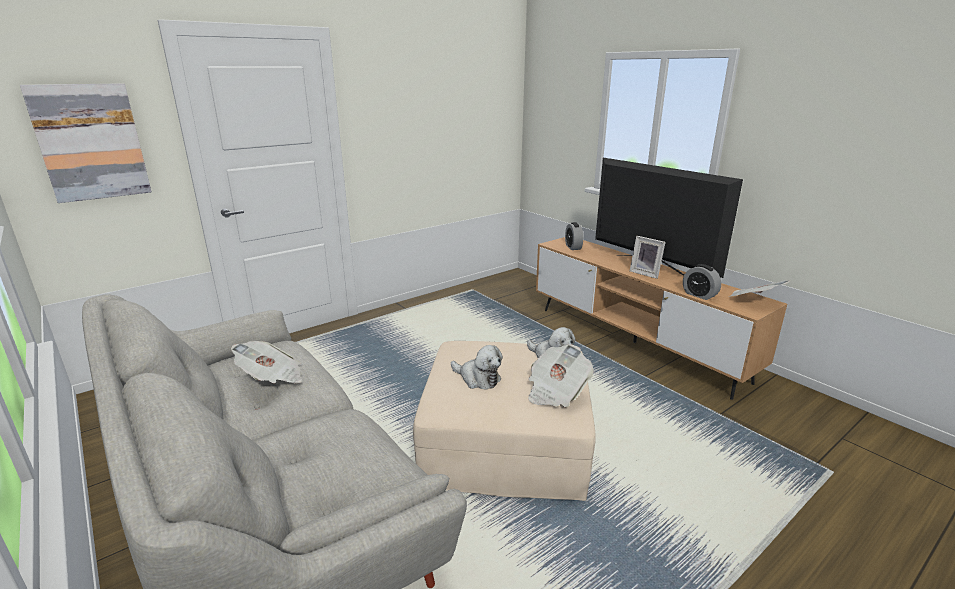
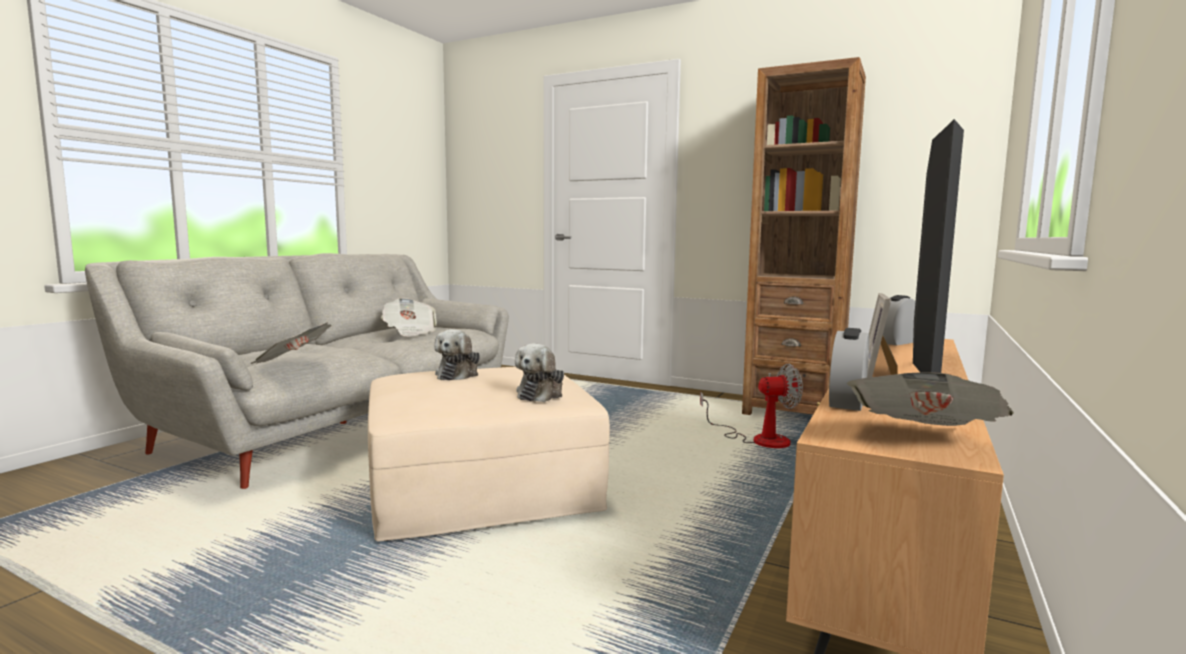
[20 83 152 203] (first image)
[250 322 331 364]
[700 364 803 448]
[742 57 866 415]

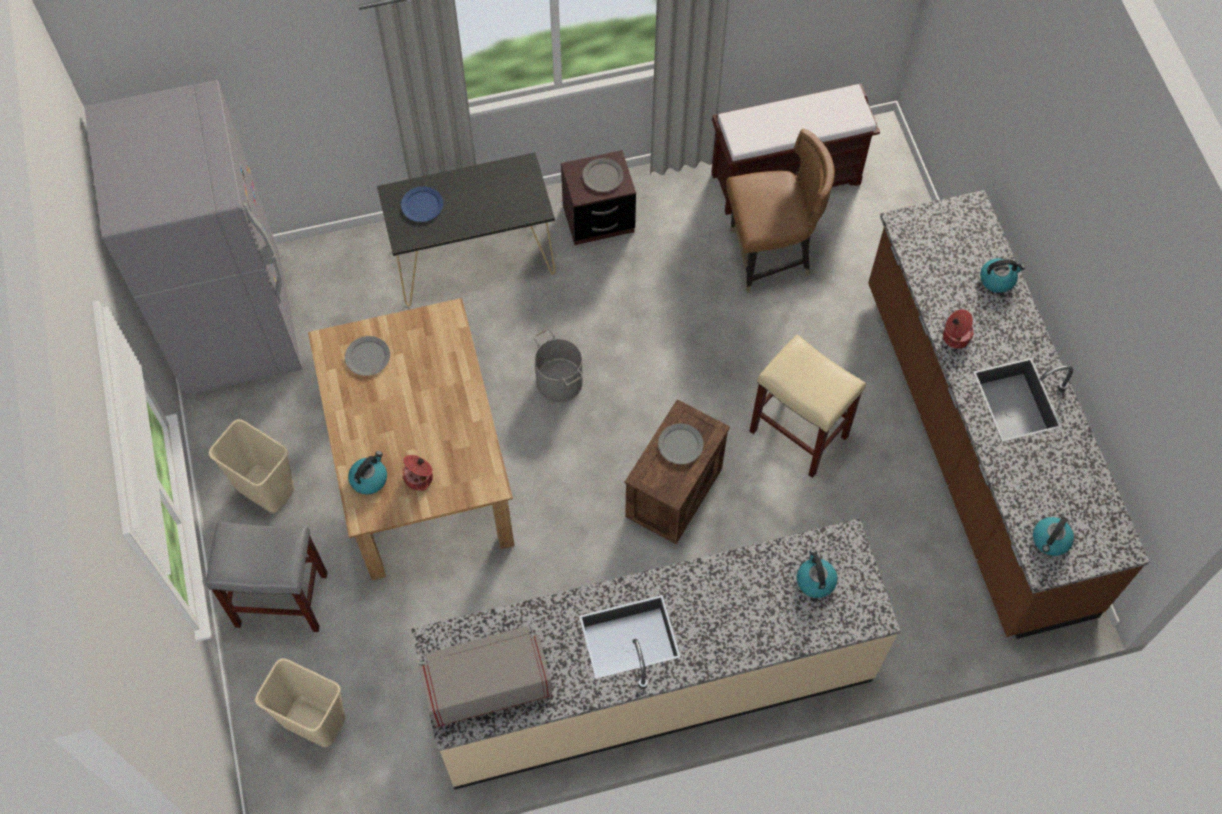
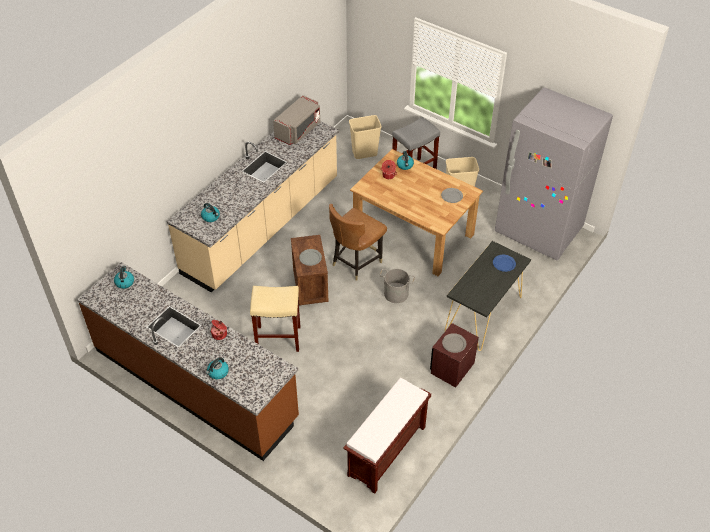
[329 204 387 281]

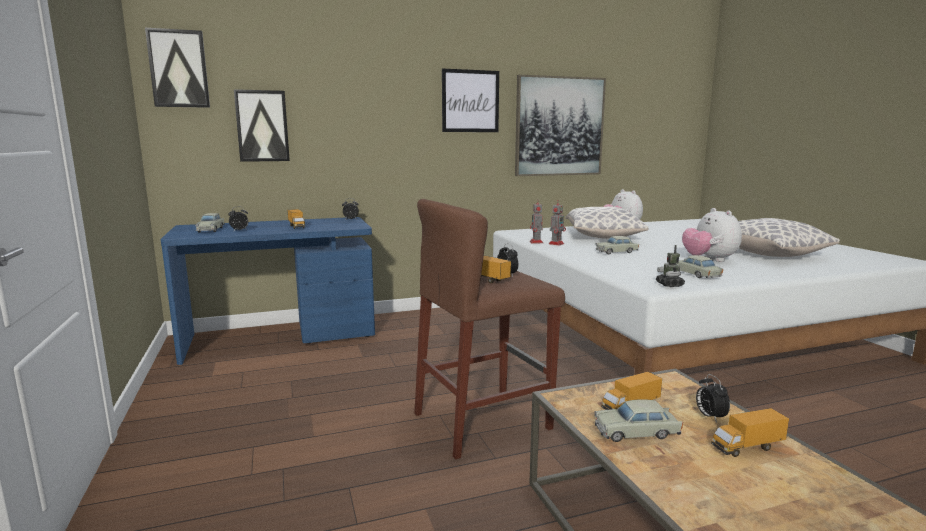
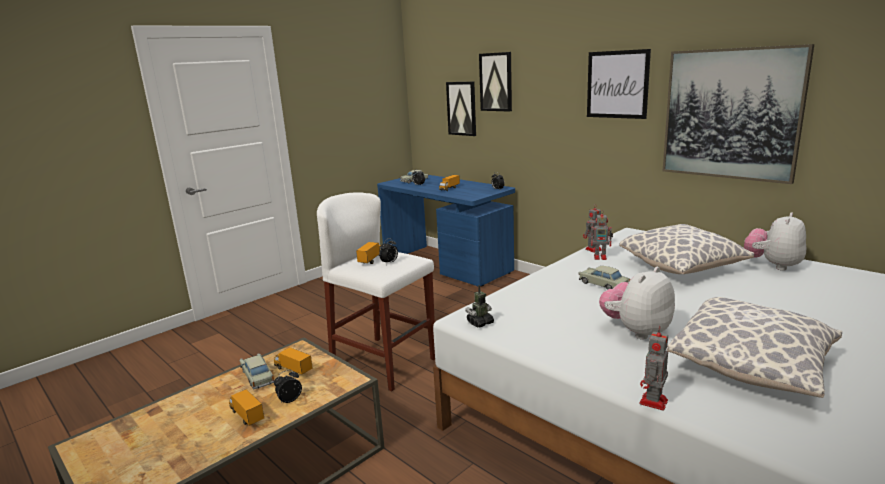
[479 52 512 112]
[317 193 435 391]
[676 255 723 278] (first image)
[639 326 668 411]

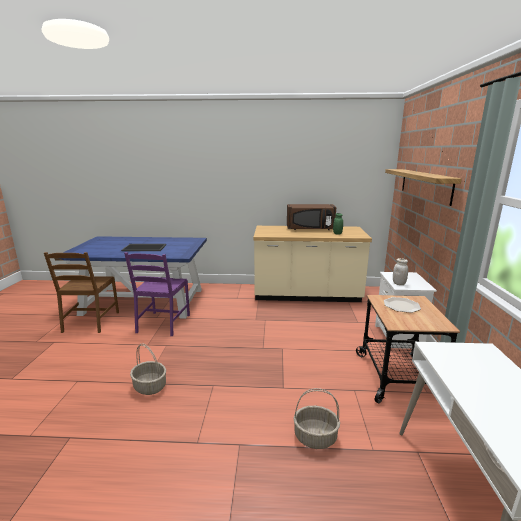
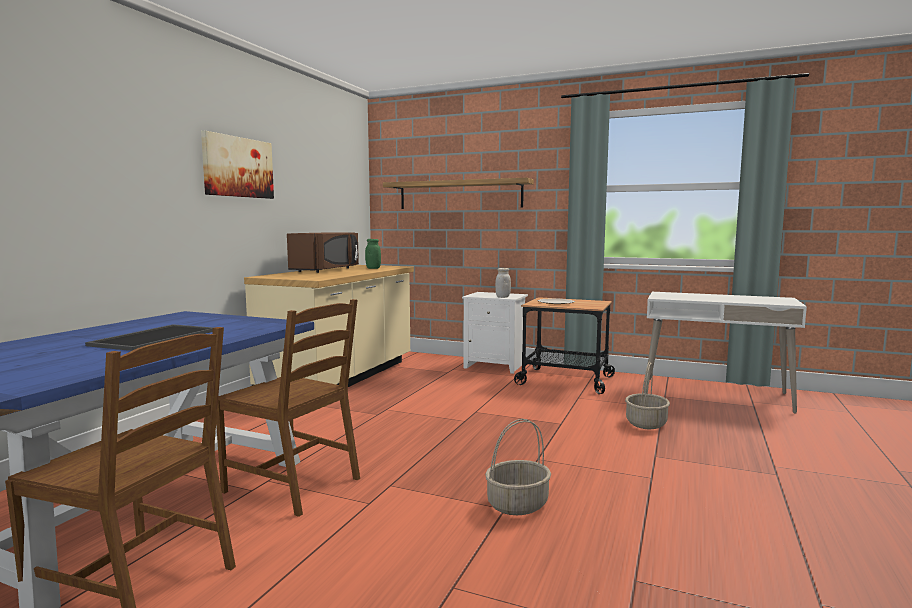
[216 299 360 517]
[201 131 274 199]

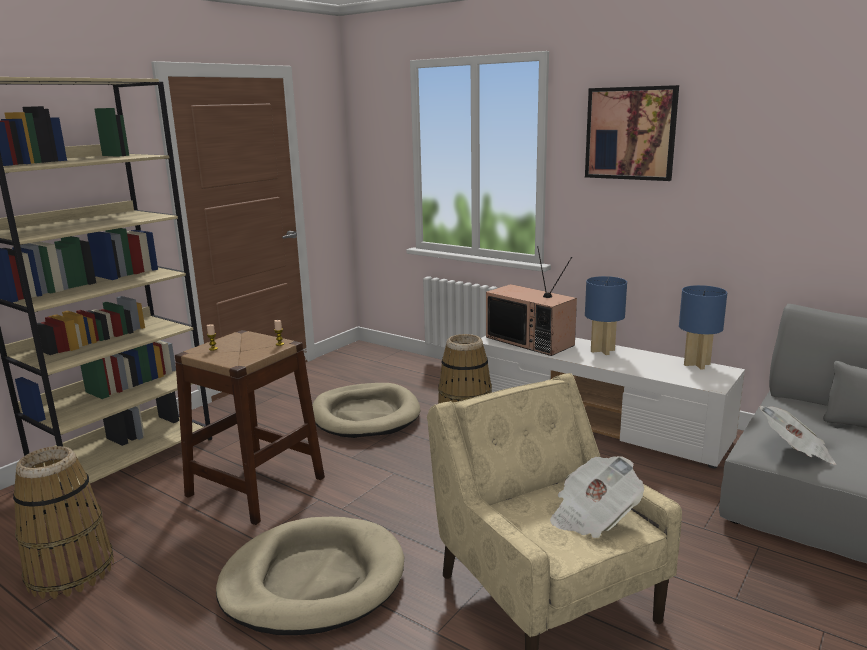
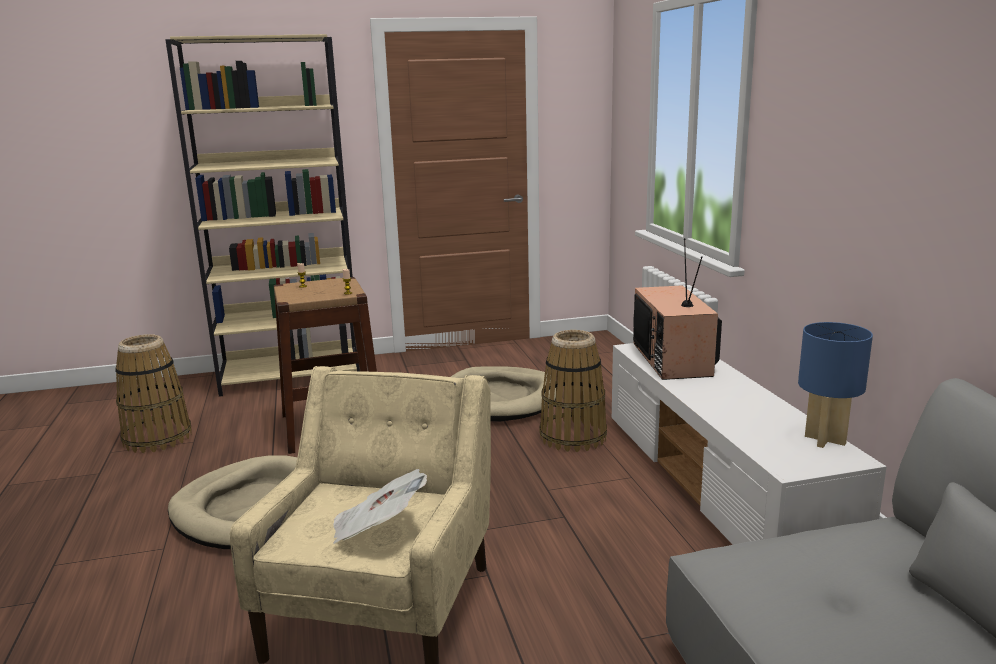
[585 85 679 181] (first image)
[585 276 627 355] (first image)
[760 406 836 465] (first image)

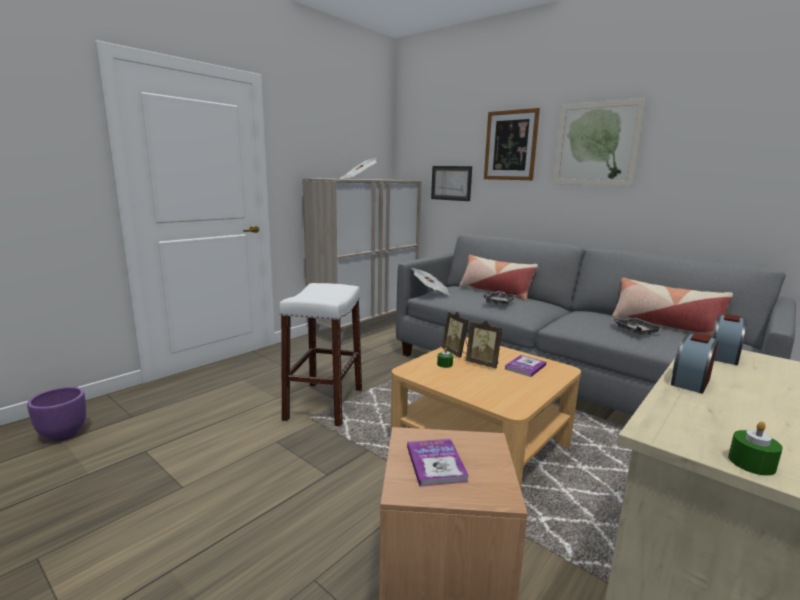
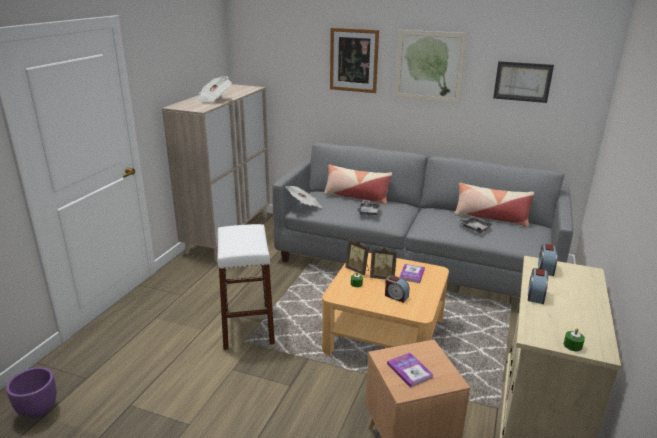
[493 61 554 103]
[385 275 410 303]

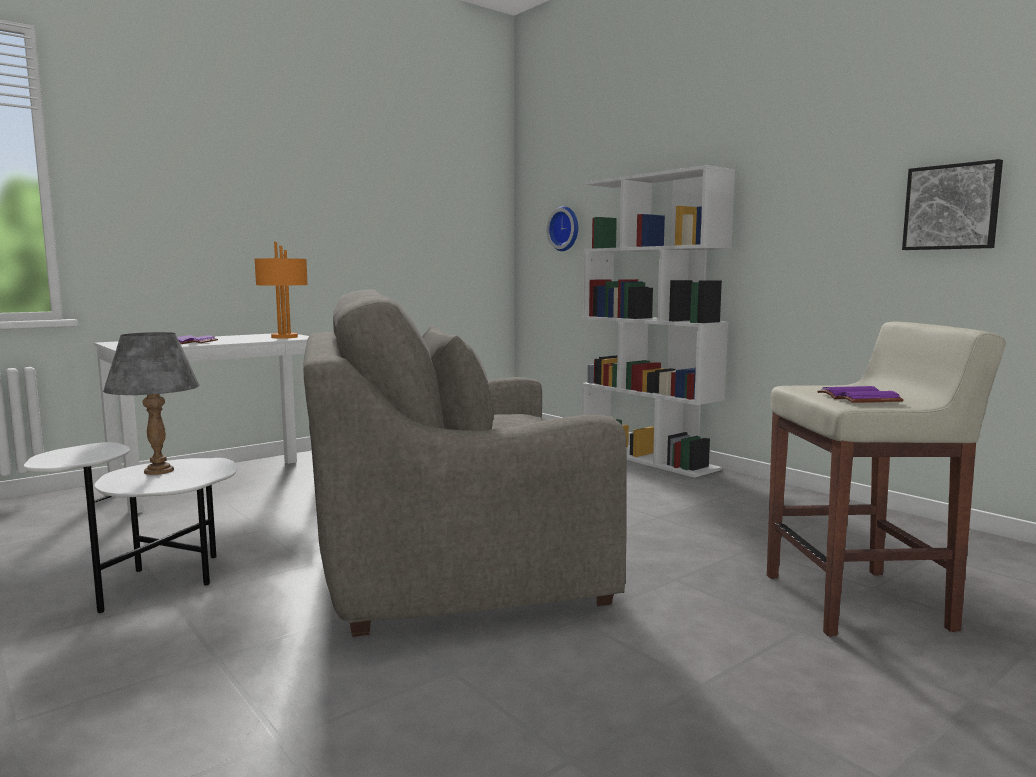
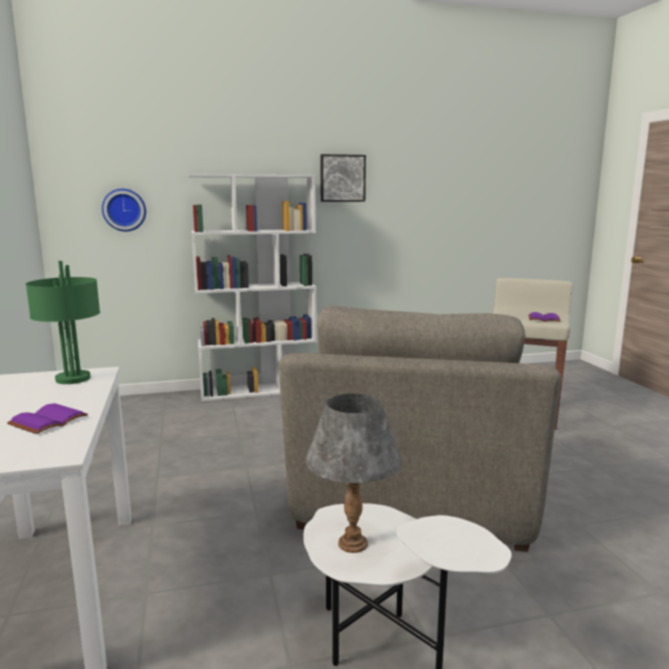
[26 261 100 384]
[320 154 366 202]

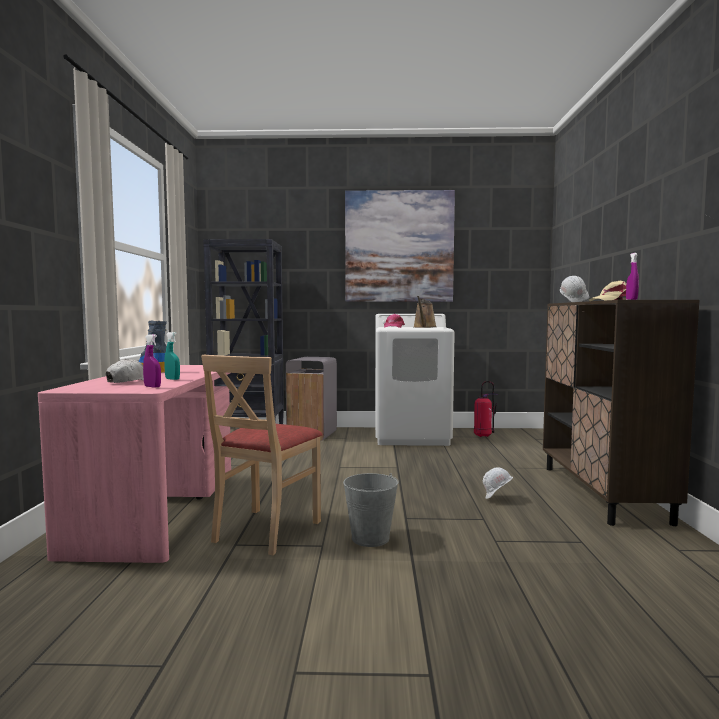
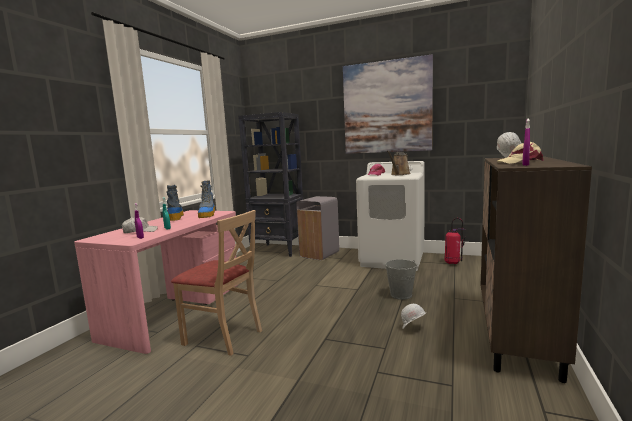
[171 210 262 356]
[385 259 417 300]
[198 180 215 218]

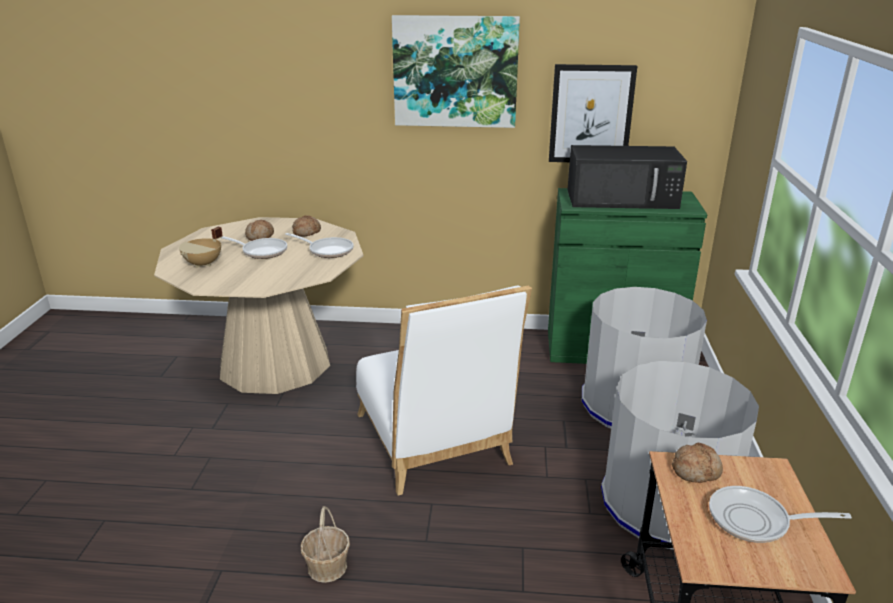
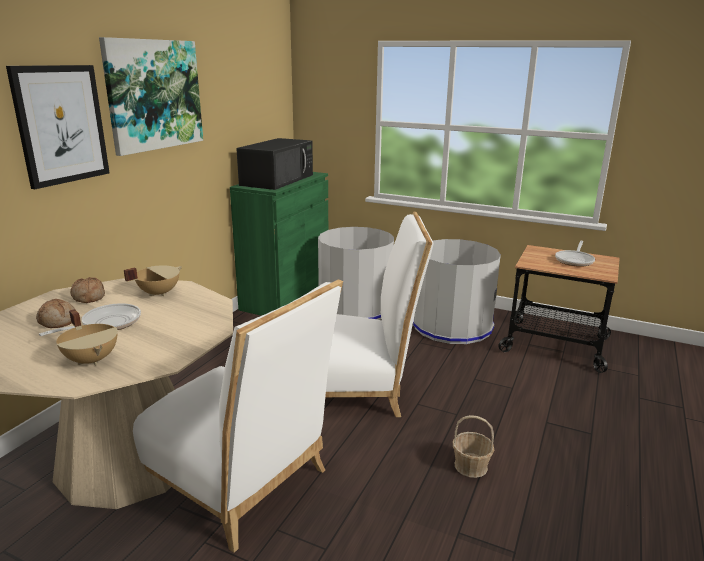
[124 265 182 297]
[6 65 110 189]
[672 443 723 483] (first image)
[133 279 343 553]

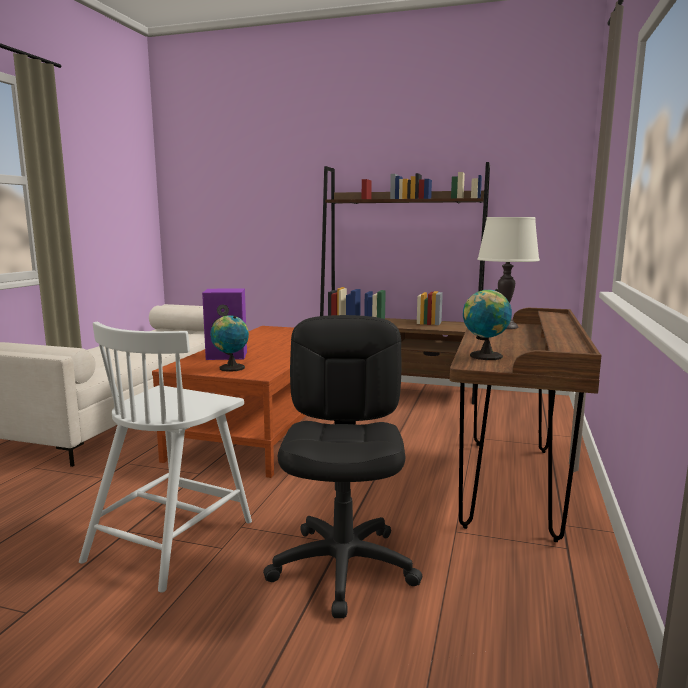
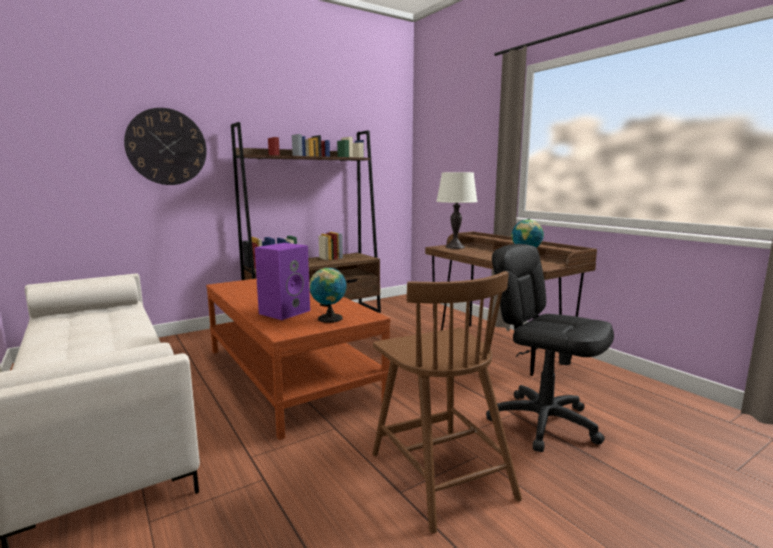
[372 271 522 534]
[124 108 207 185]

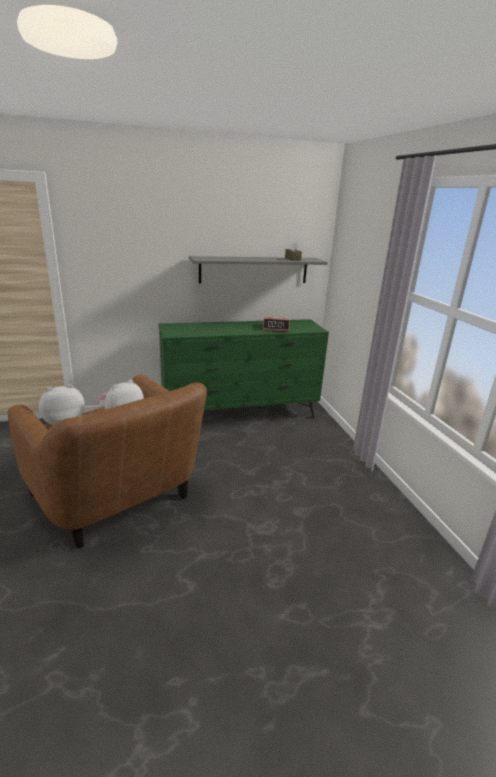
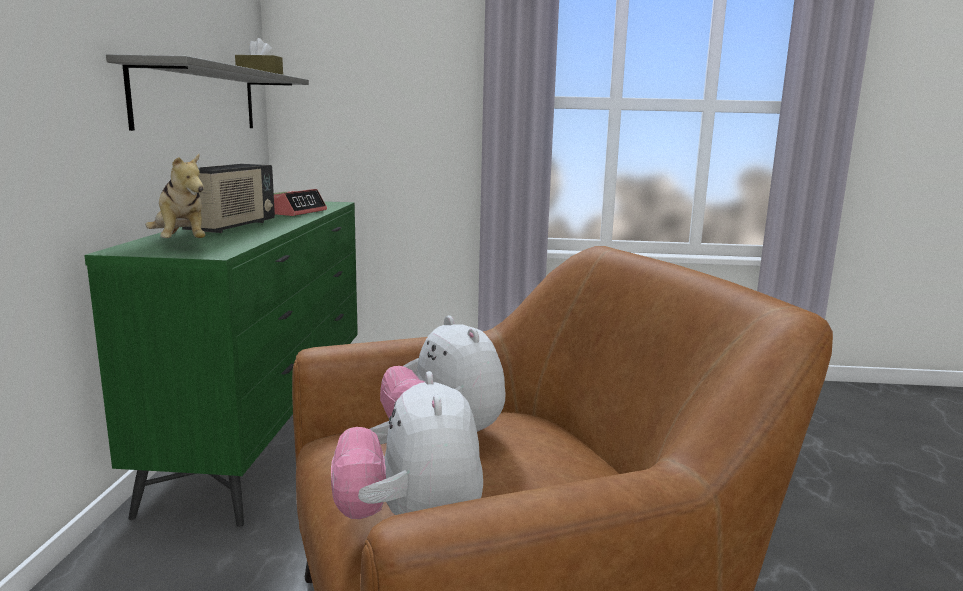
[146 154 206 238]
[182 164 275 233]

